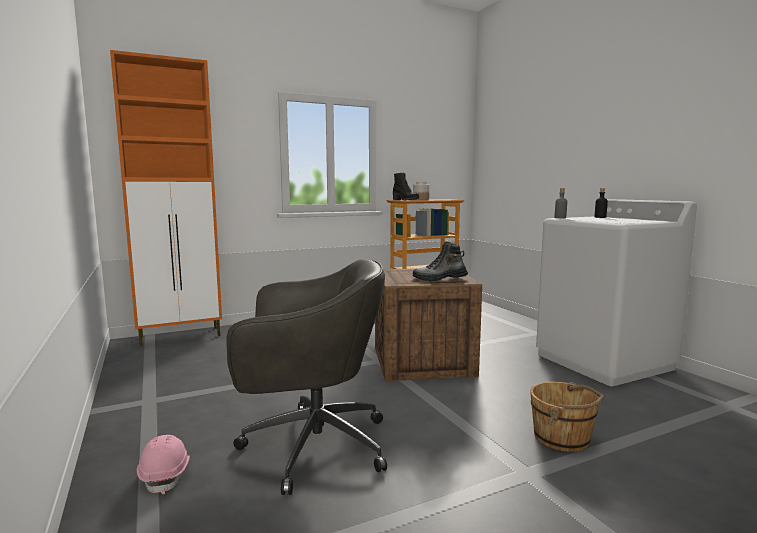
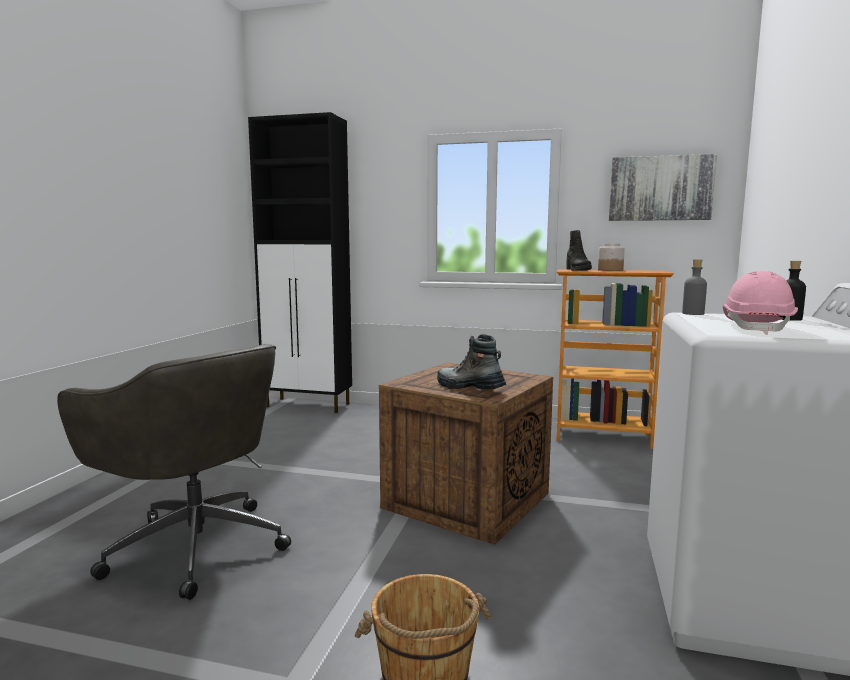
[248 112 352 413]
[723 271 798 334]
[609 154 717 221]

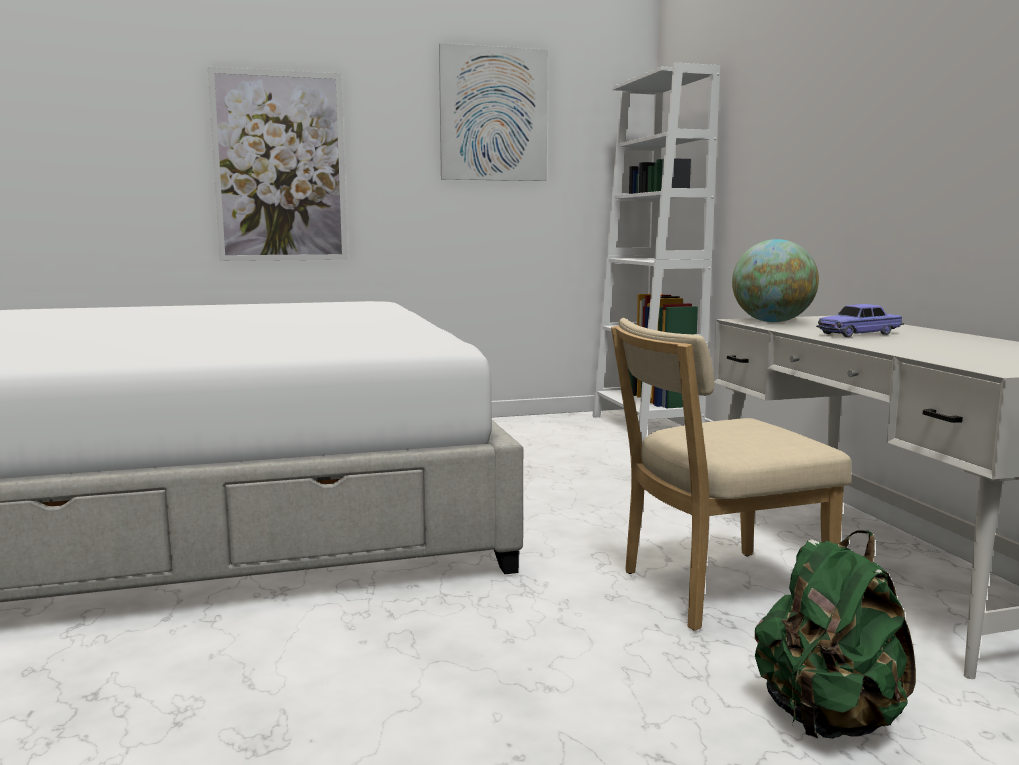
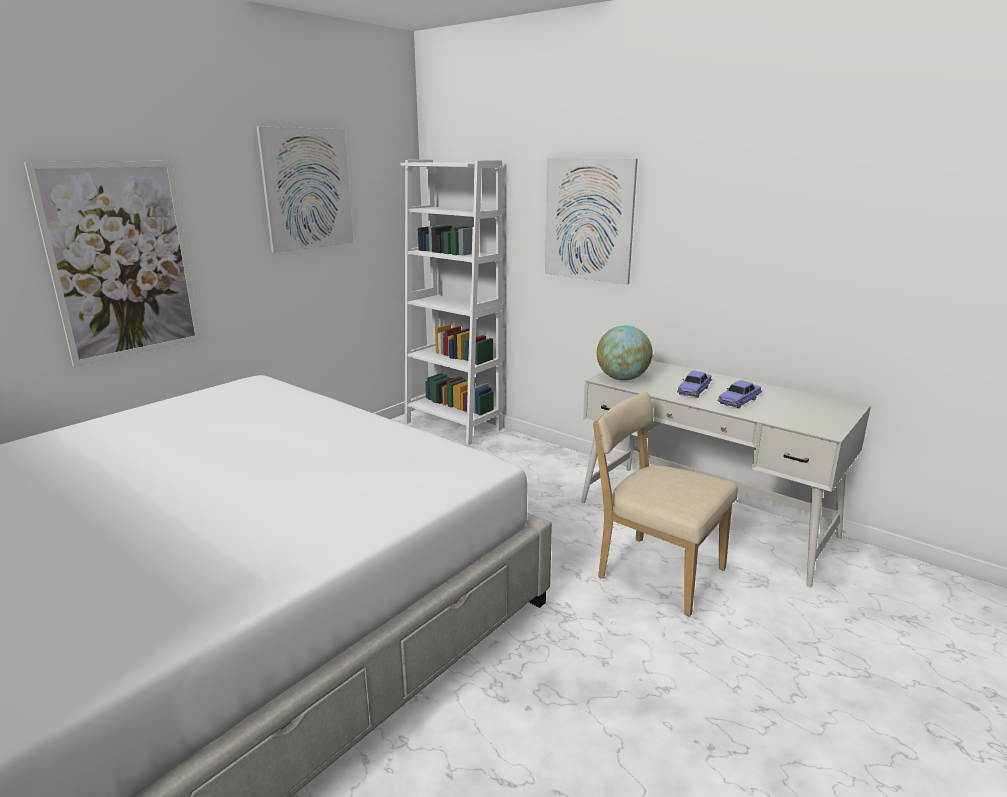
[593 392 738 617]
[755 530 916 739] (first image)
[545 158 638 285]
[717 380 762 408]

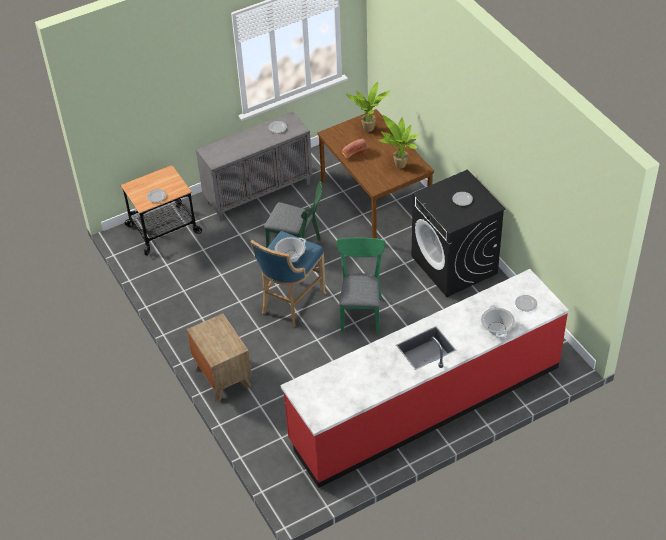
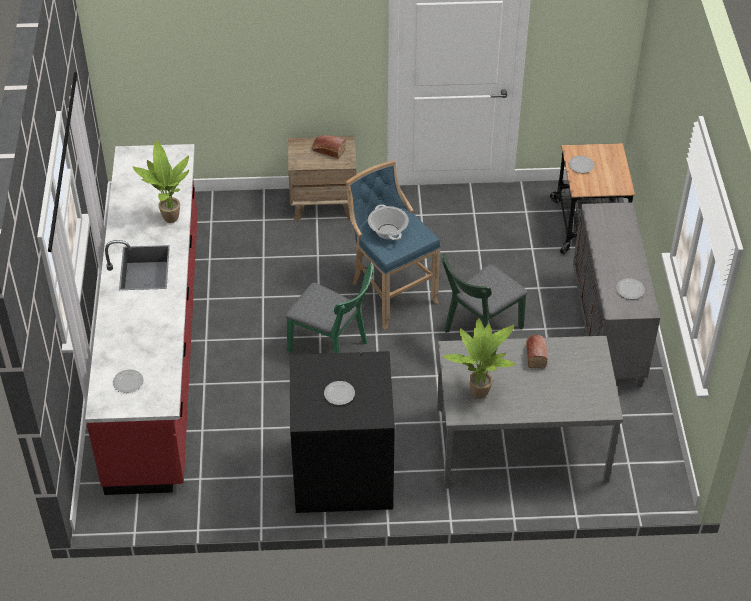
[437 336 623 489]
[133 140 189 223]
[481 305 515 338] (first image)
[312 135 346 159]

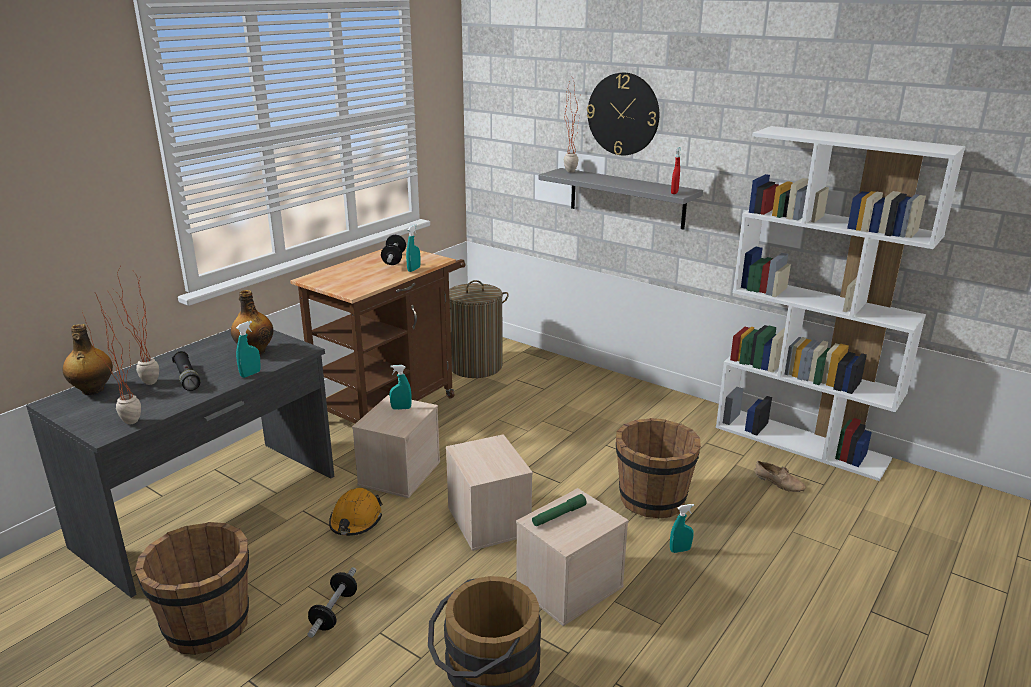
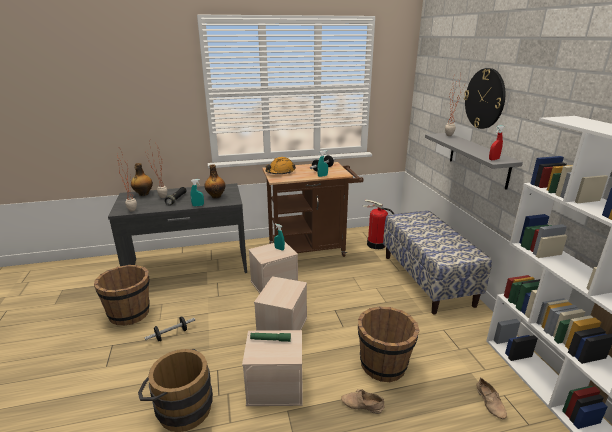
[266 157 296 174]
[362 200 394 249]
[341 389 385 414]
[383 211 492 315]

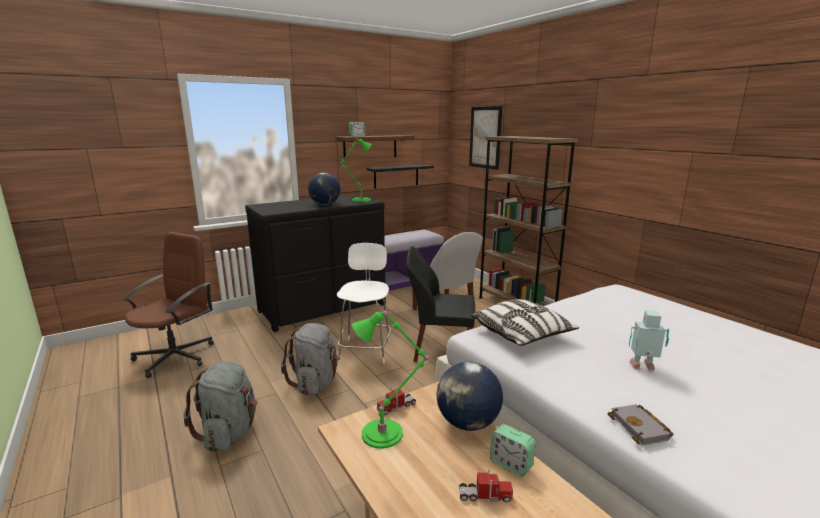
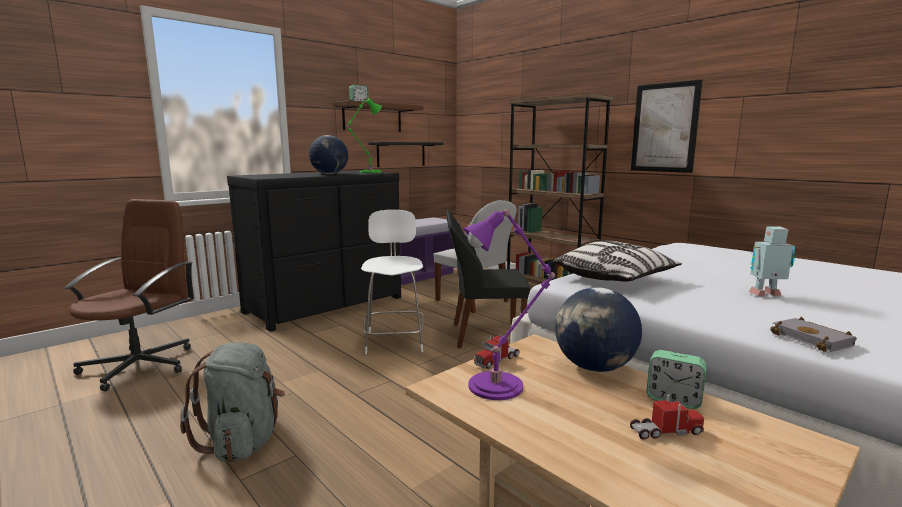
[281 323 340 395] (first image)
[463 209 555 400]
[631 79 703 173]

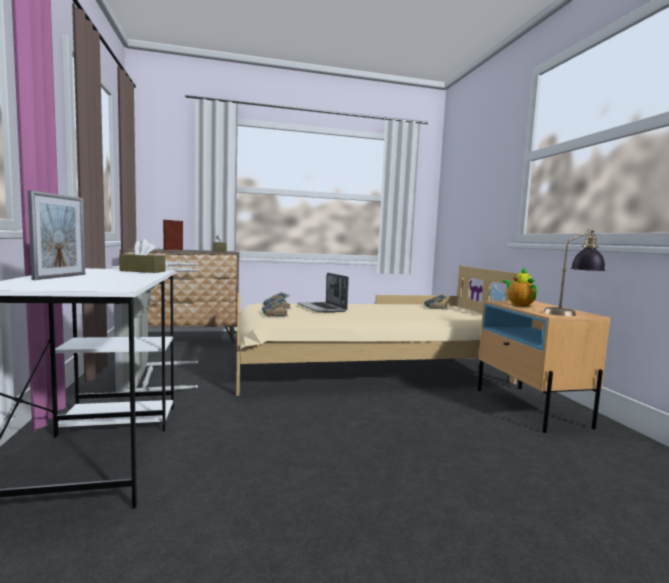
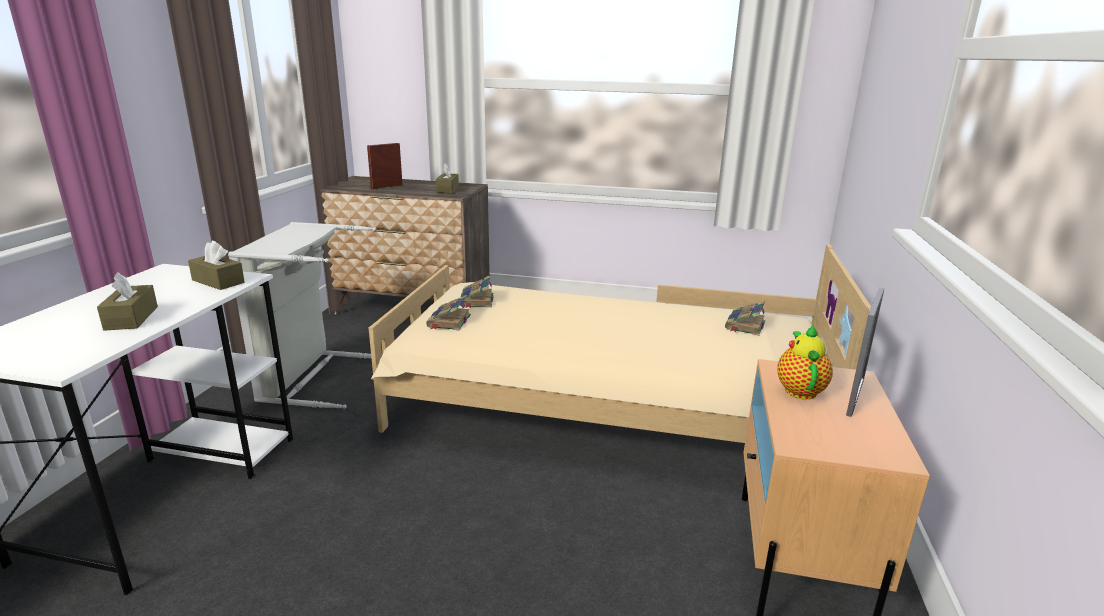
[846 288 884 417]
[298 273 349 313] (first image)
[544 228 606 316] (first image)
[97 272 158 331]

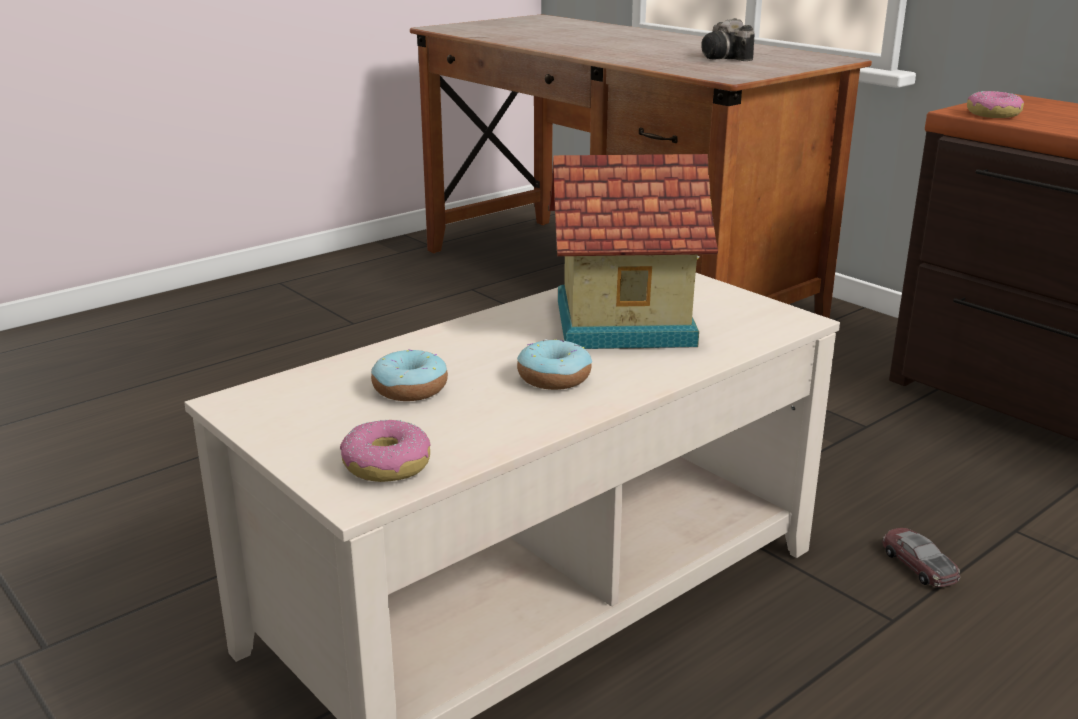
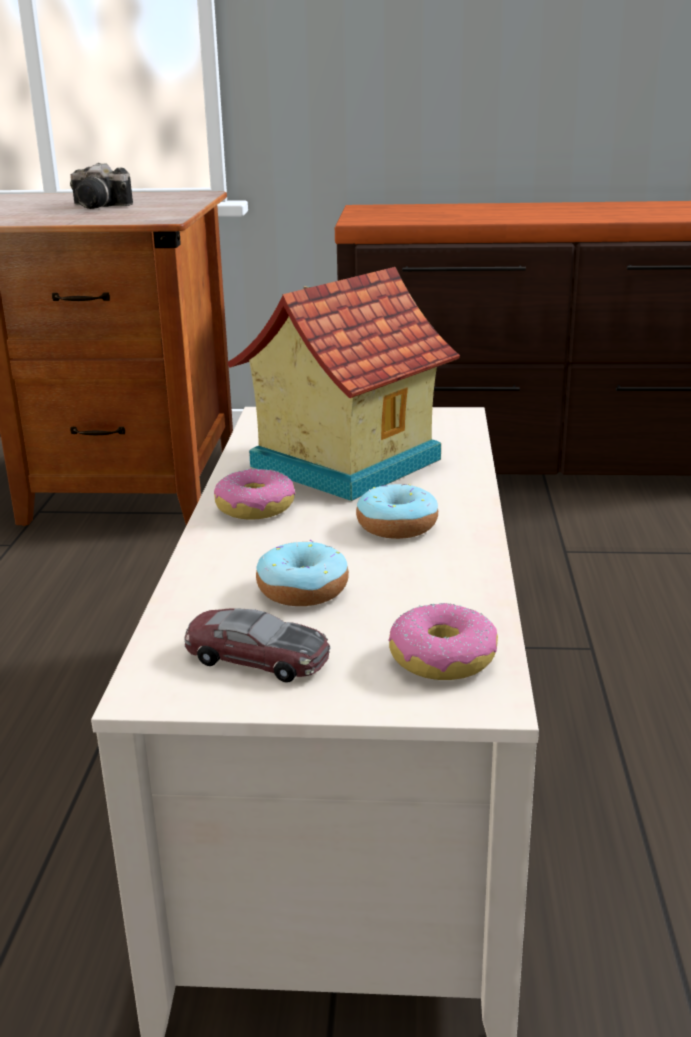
[184 608 330 682]
[214 468 295 520]

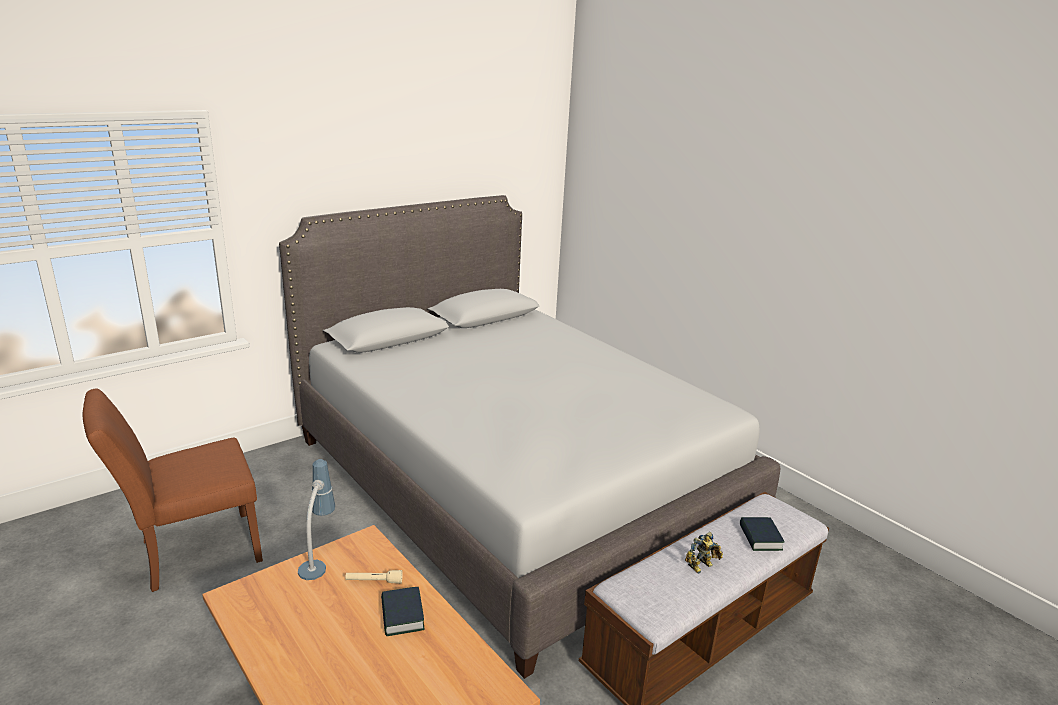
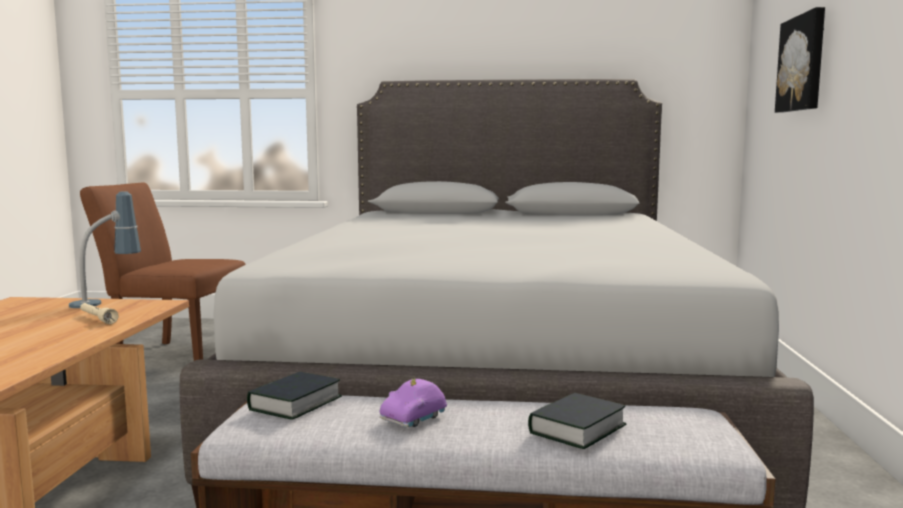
[247 372 342 420]
[380 378 447 427]
[775 7 825 113]

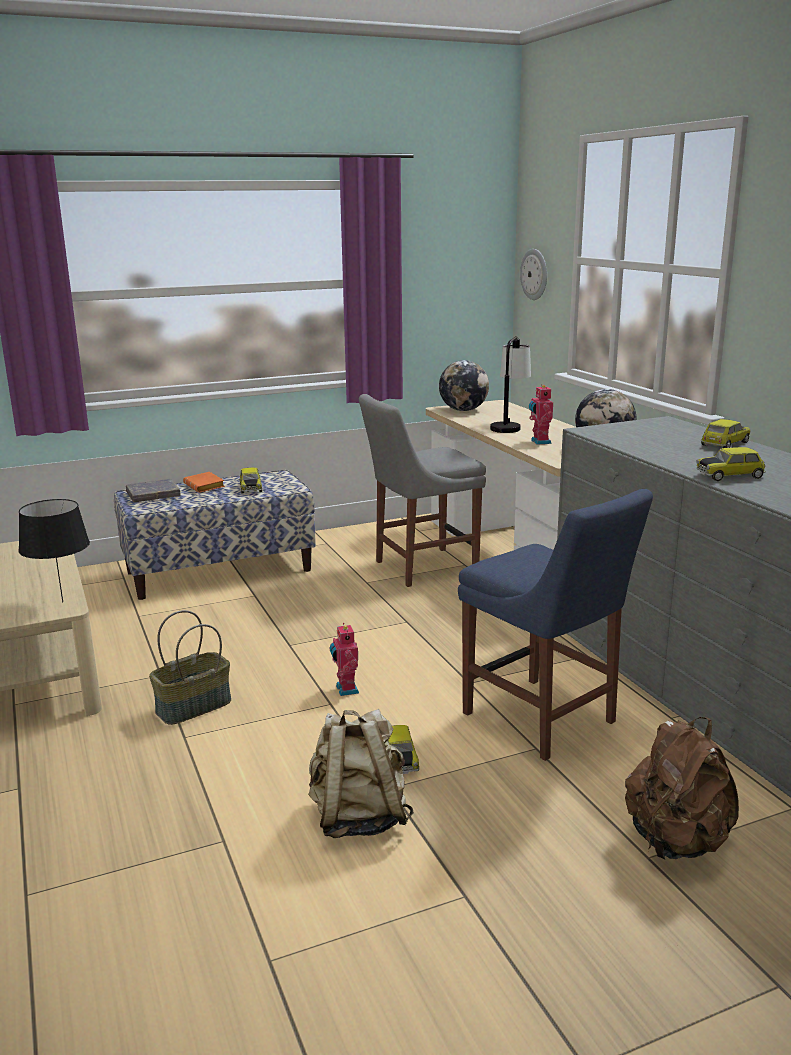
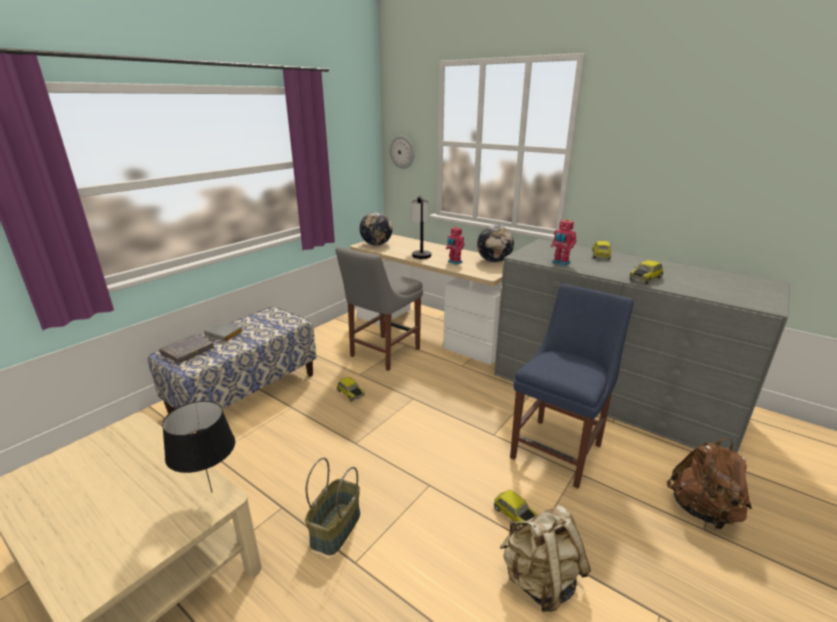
[204 321 243 341]
[336 377 365 402]
[551 219 577 266]
[510 284 633 488]

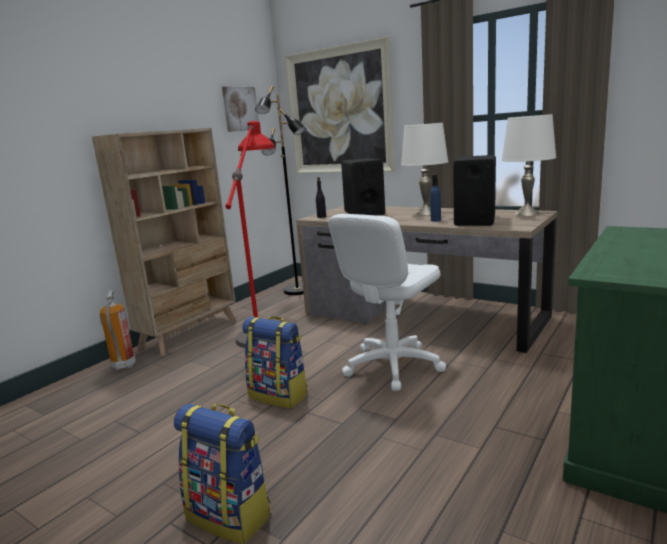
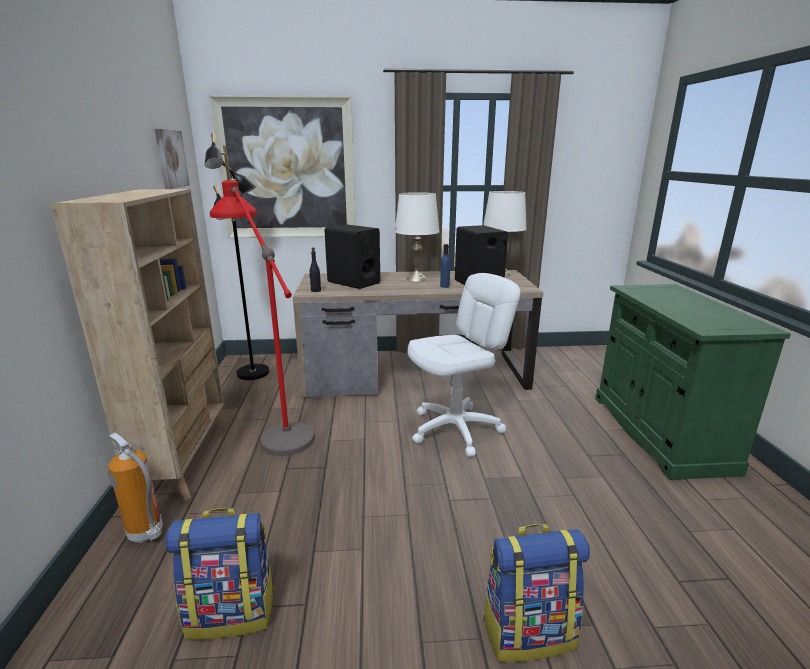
[165 508 275 640]
[407 273 520 457]

